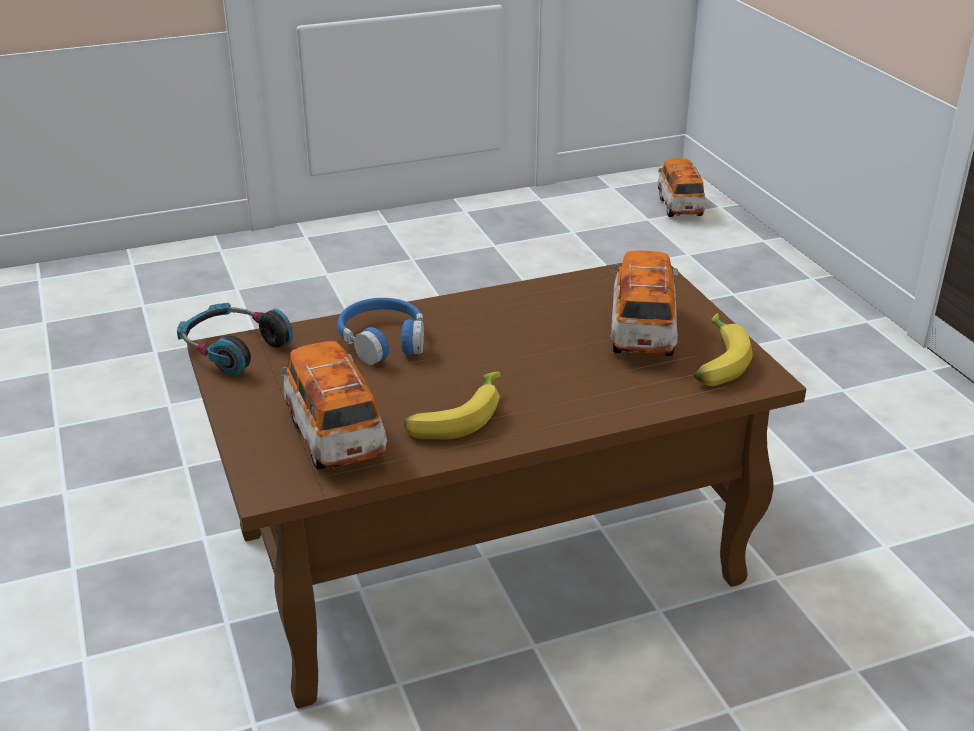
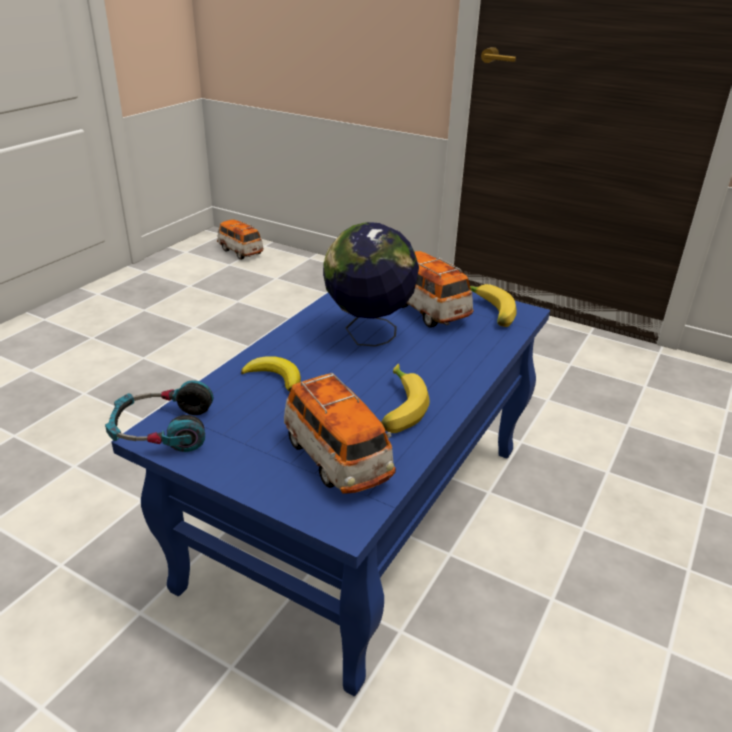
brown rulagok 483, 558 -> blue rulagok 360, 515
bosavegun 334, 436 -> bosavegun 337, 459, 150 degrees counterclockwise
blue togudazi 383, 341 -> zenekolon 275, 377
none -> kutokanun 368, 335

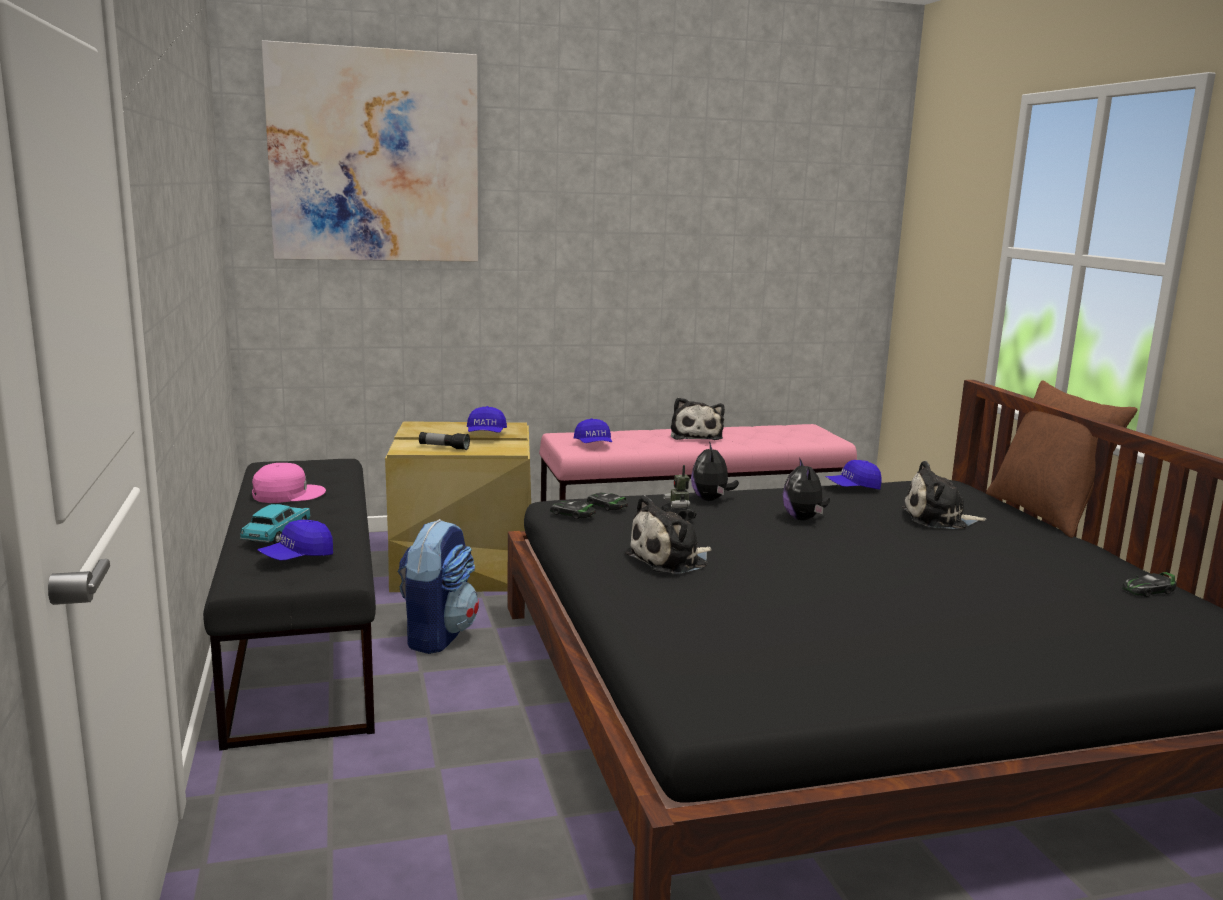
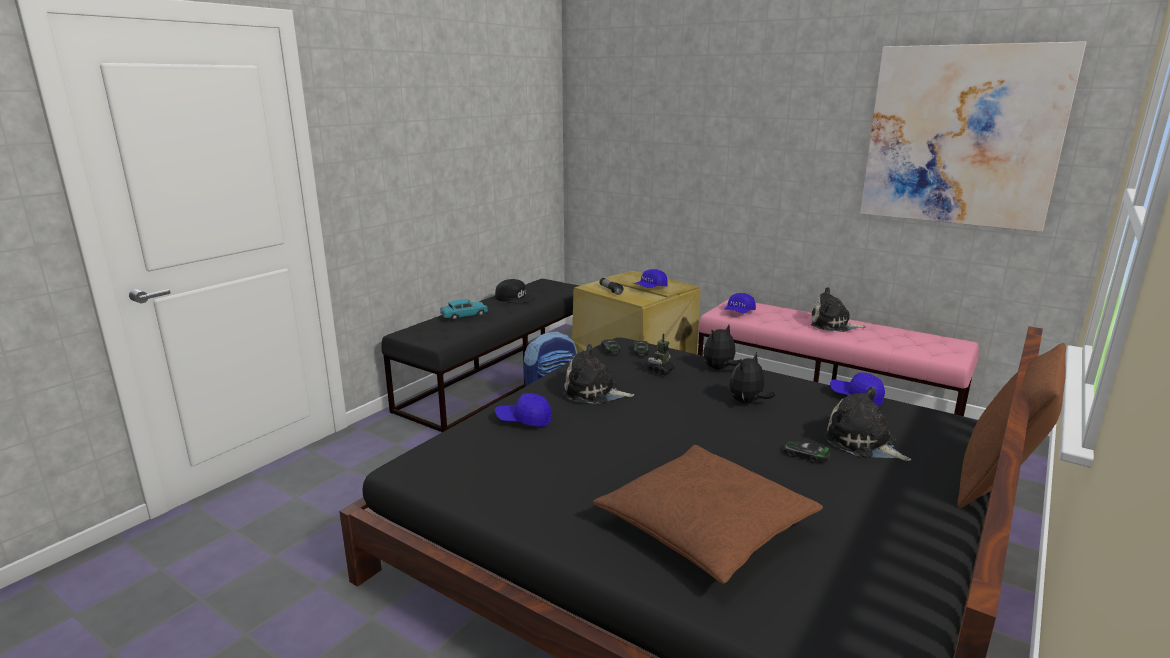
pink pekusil 287, 494 -> black pekusil 515, 297
blue pekusil 297, 558 -> blue pekusil 524, 420, shifted
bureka 375, 156 -> bureka 961, 136, shifted
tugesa 696, 436 -> tugesa 832, 325, 60 degrees clockwise
bosavegun 1148, 590 -> bosavegun 805, 455, shifted
none -> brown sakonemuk 705, 526

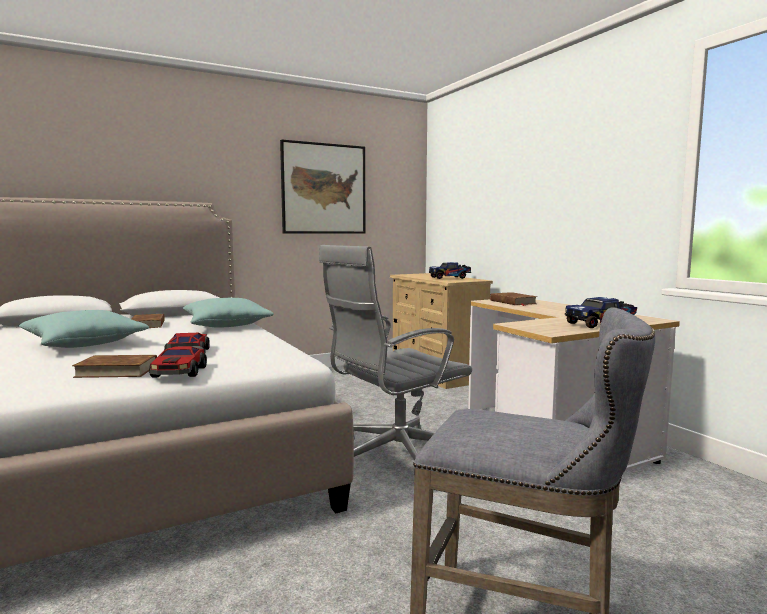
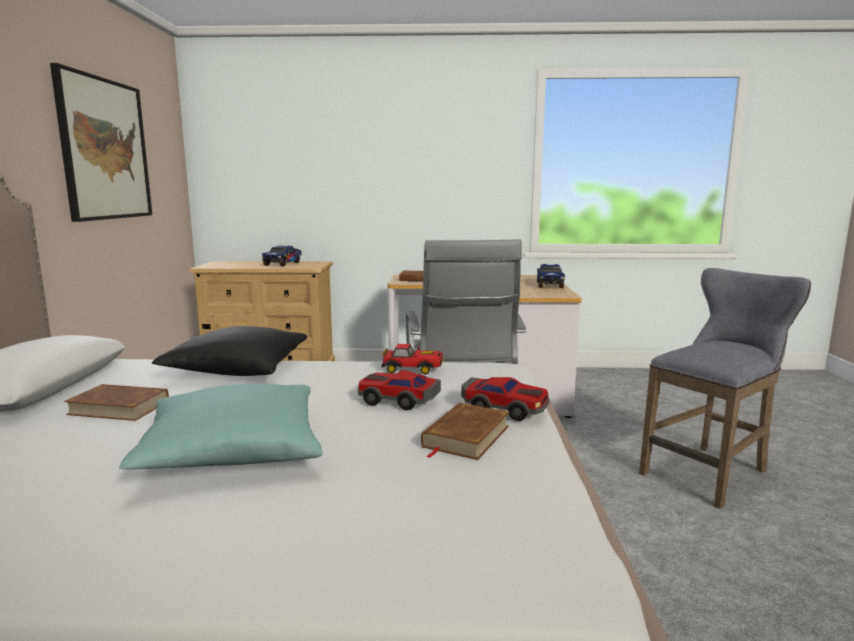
turquoise sakonemuk 227, 325 -> black sakonemuk 238, 370
none -> bosavegun 413, 369

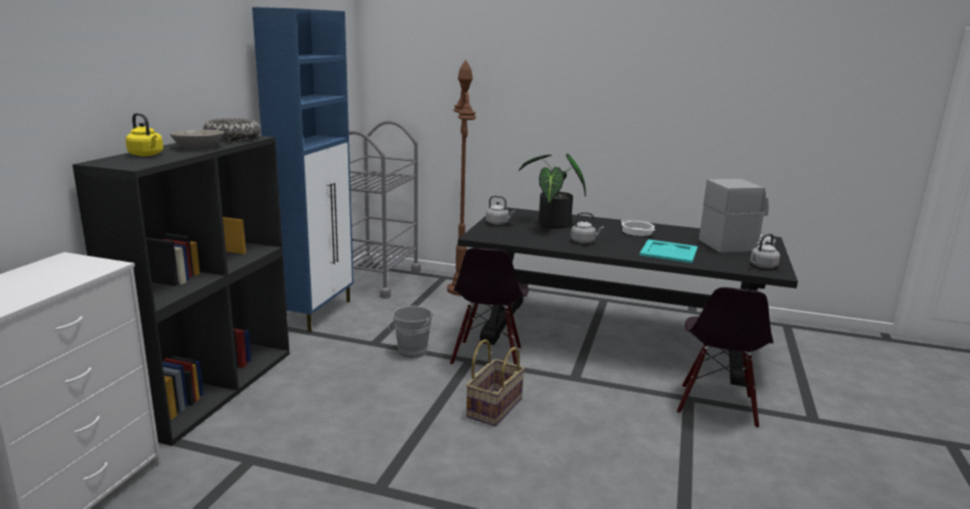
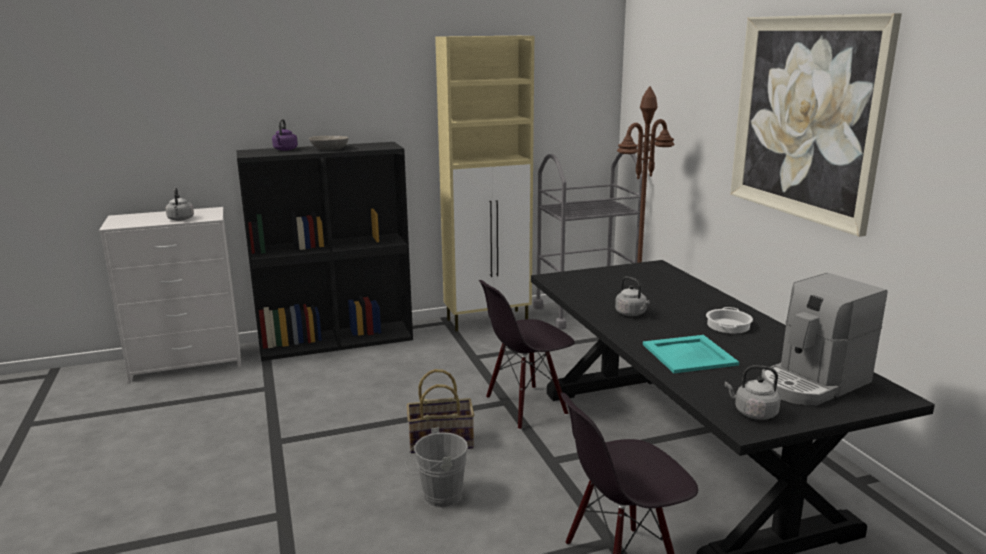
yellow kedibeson 147, 155 -> purple kedibeson 285, 150
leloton 232, 138 -> none
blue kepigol 317, 313 -> beige kepigol 488, 320
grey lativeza 411, 353 -> grey lativeza 438, 496, shifted
grey kedibeson 498, 223 -> grey kedibeson 180, 219, shifted
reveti 551, 225 -> none
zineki 737, 245 -> zineki 813, 383, 105 degrees clockwise
none -> bureka 806, 118

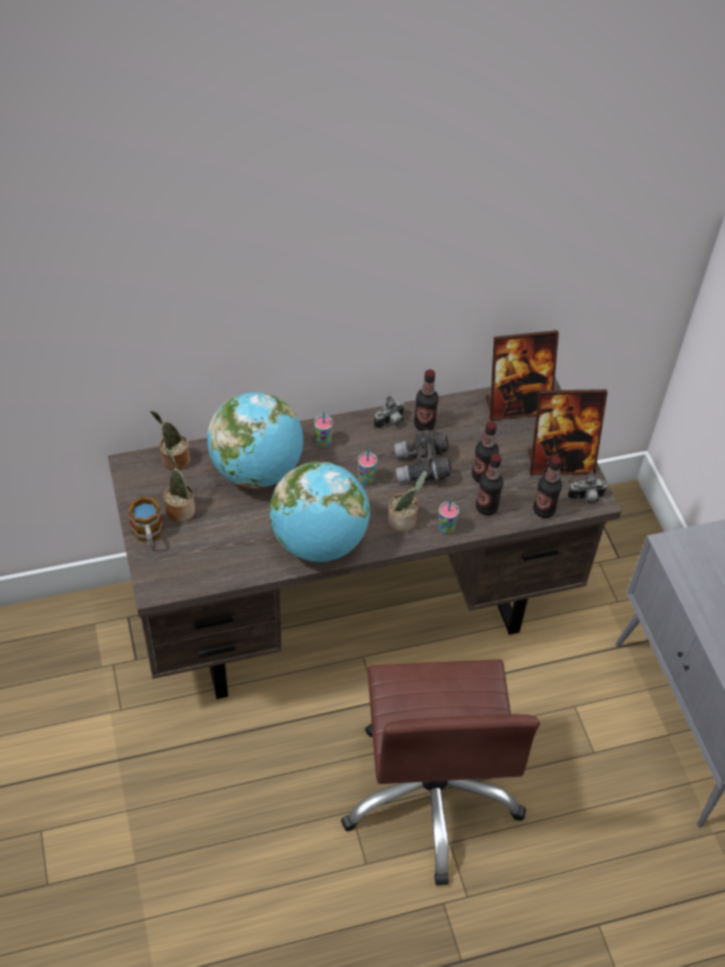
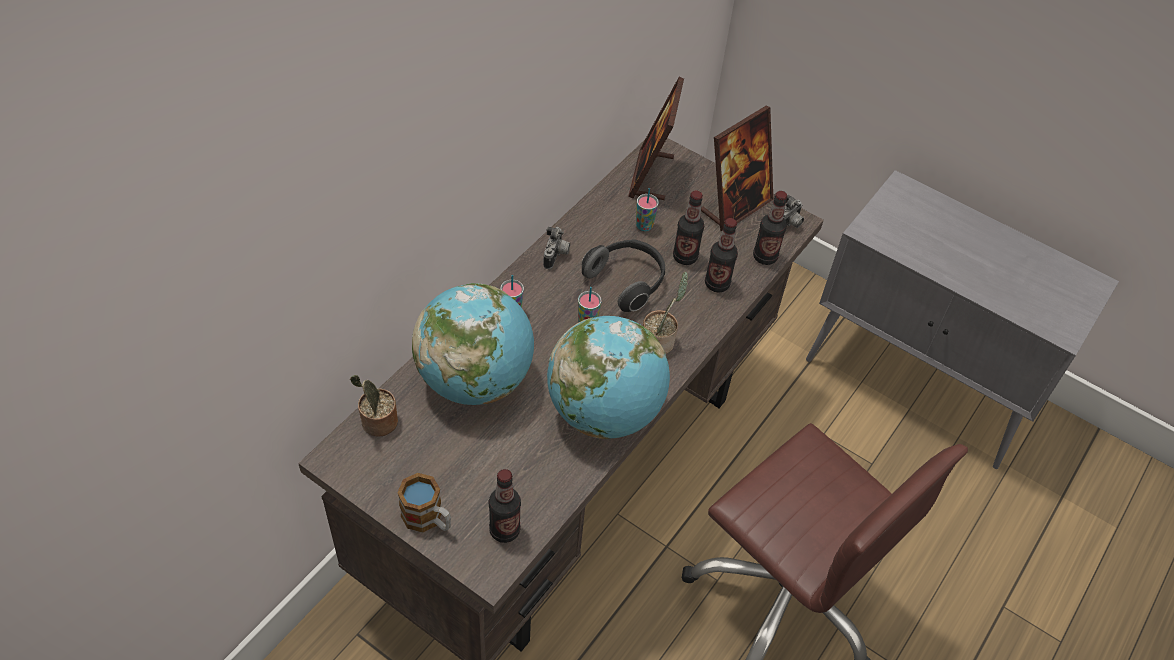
reveti 179, 509 -> none
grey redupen 422, 468 -> togudazi 626, 282
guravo 424, 424 -> guravo 504, 530, shifted
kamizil 446, 529 -> kamizil 644, 226, shifted
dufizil 517, 406 -> dufizil 651, 176, 150 degrees clockwise

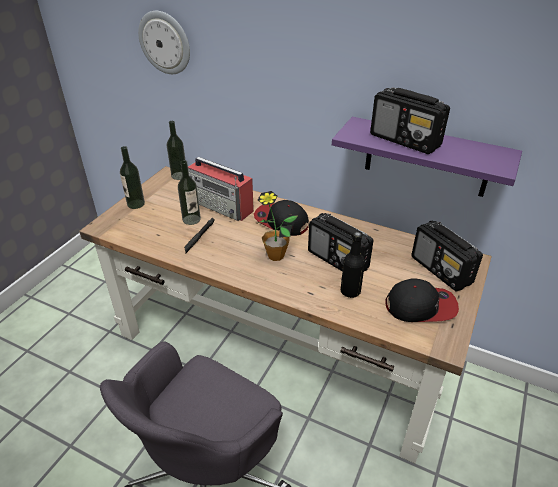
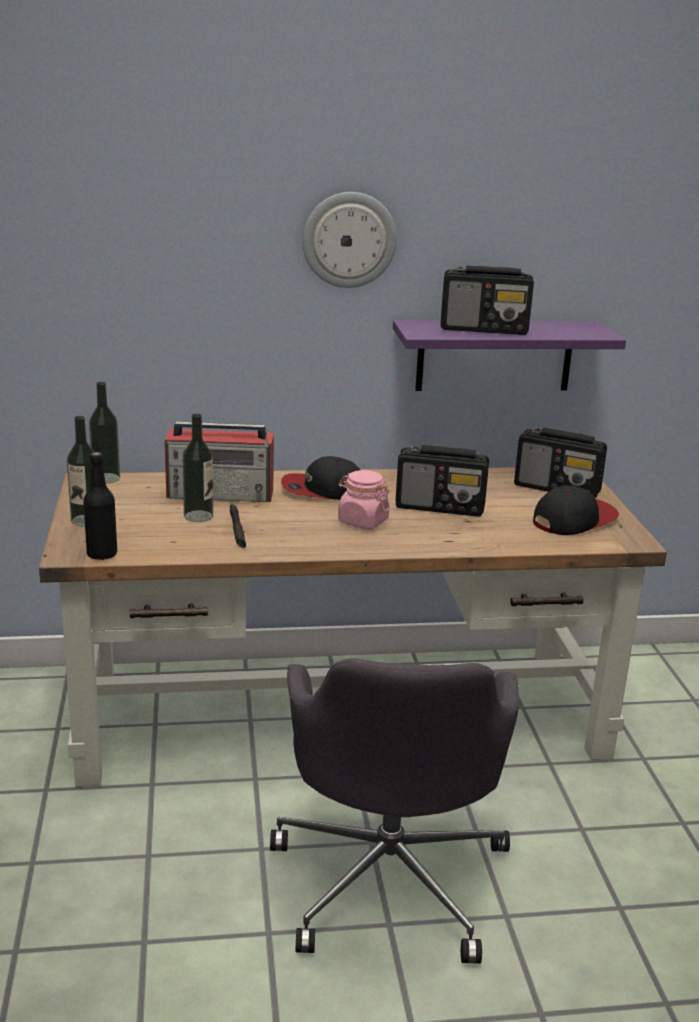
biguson 165, 42 -> biguson 349, 240, shifted
reveti 275, 255 -> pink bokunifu 362, 521
black guravo 350, 291 -> black guravo 102, 554, shifted

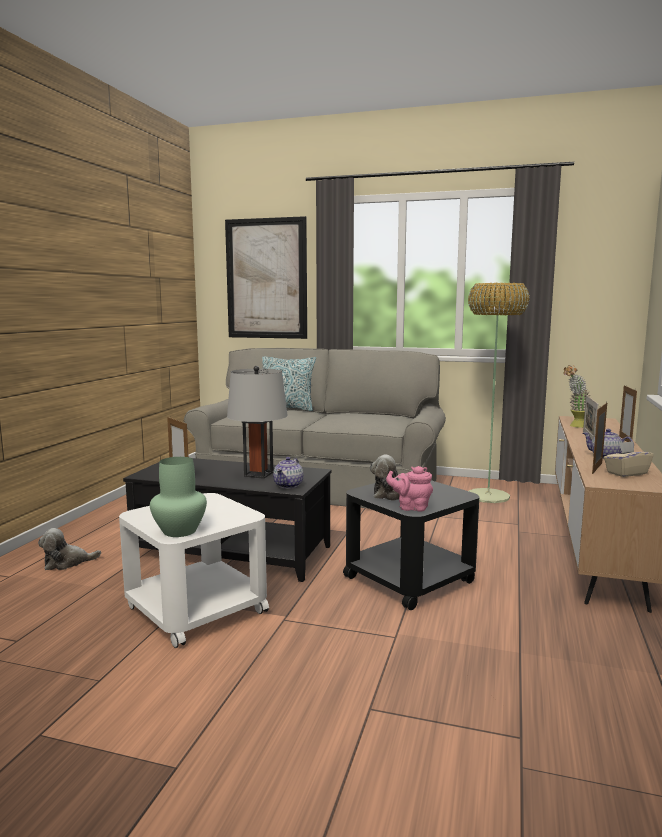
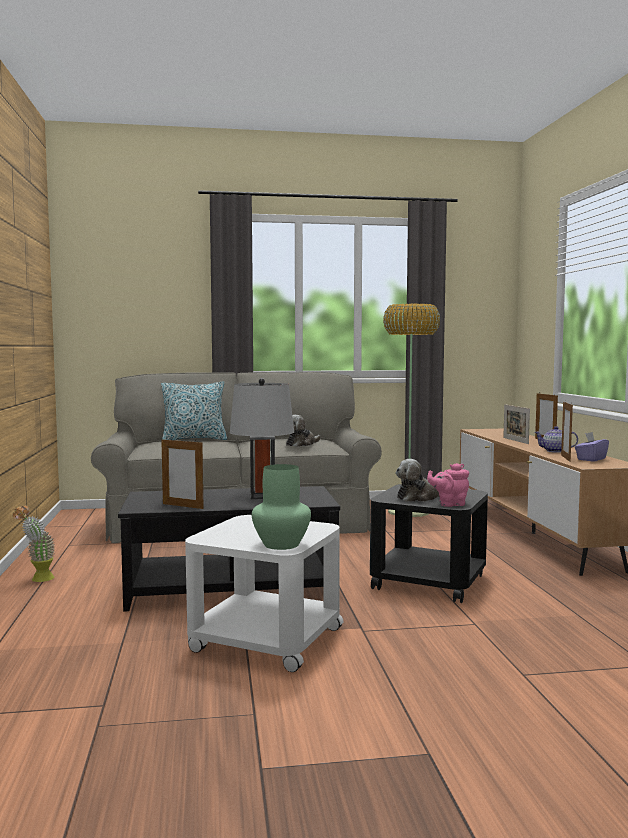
tugesa 67, 563 -> tugesa 301, 444, shifted
bureka 266, 279 -> none
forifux 289, 485 -> none
reveti 574, 426 -> reveti 37, 580, shifted
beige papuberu 626, 473 -> purple papuberu 591, 459

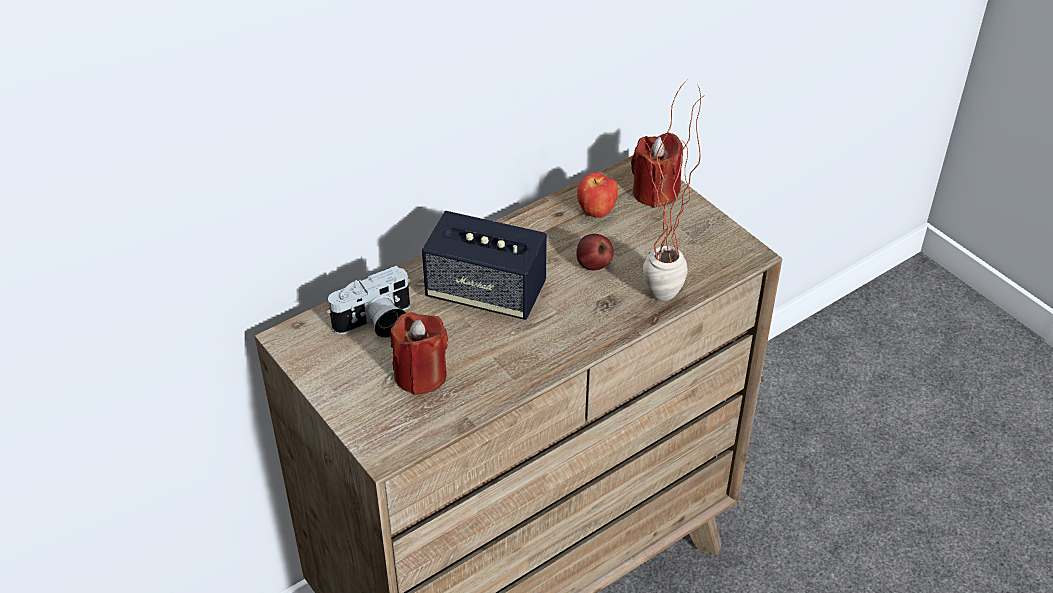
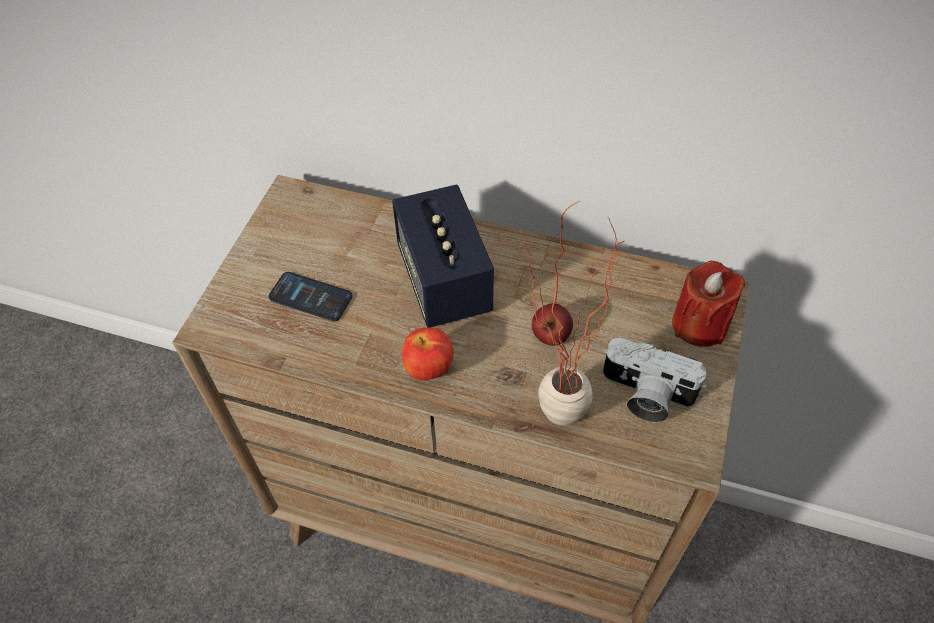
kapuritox 376, 323 -> kapuritox 644, 395, shifted
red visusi 420, 375 -> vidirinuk 311, 297
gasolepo 596, 213 -> gasolepo 429, 370, shifted

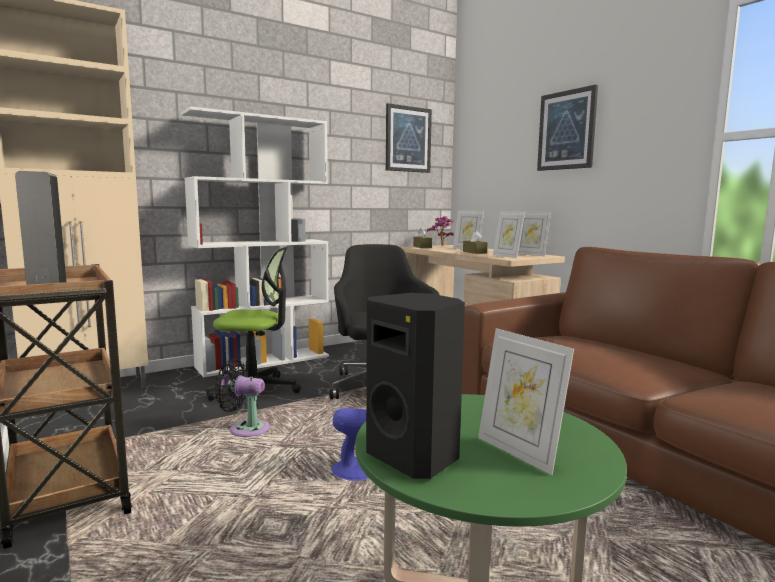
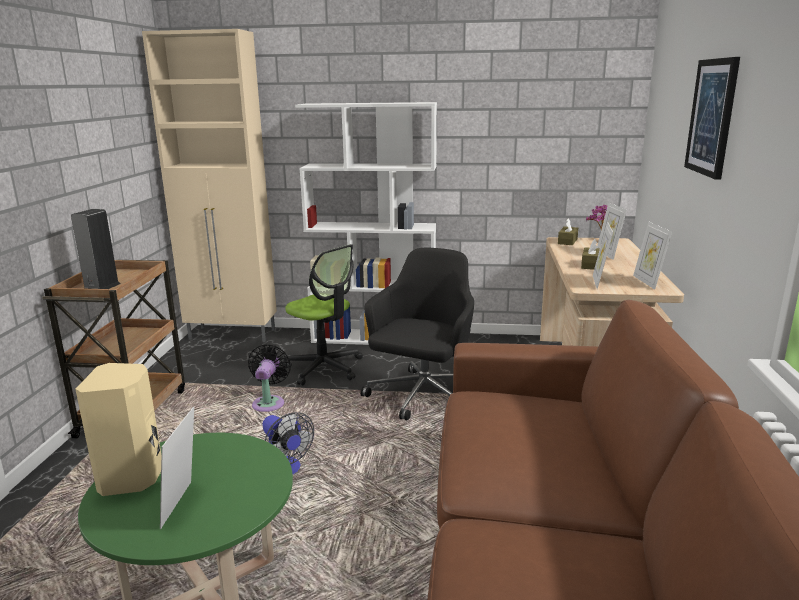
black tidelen 245, 429 -> black tidelen 269, 403, 45 degrees clockwise
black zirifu 415, 457 -> beige zirifu 133, 478
bureka 408, 139 -> none

